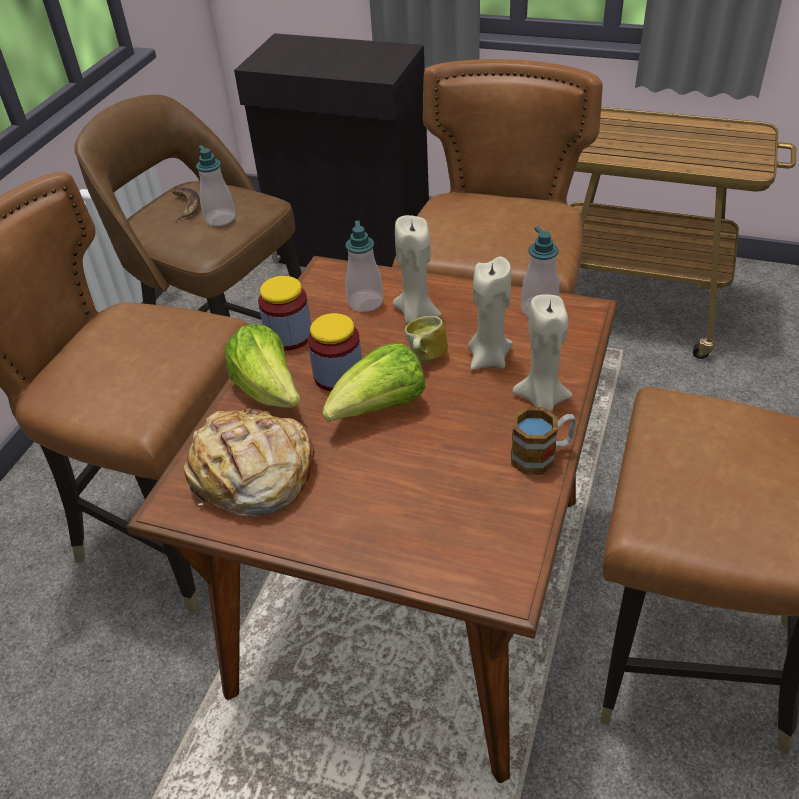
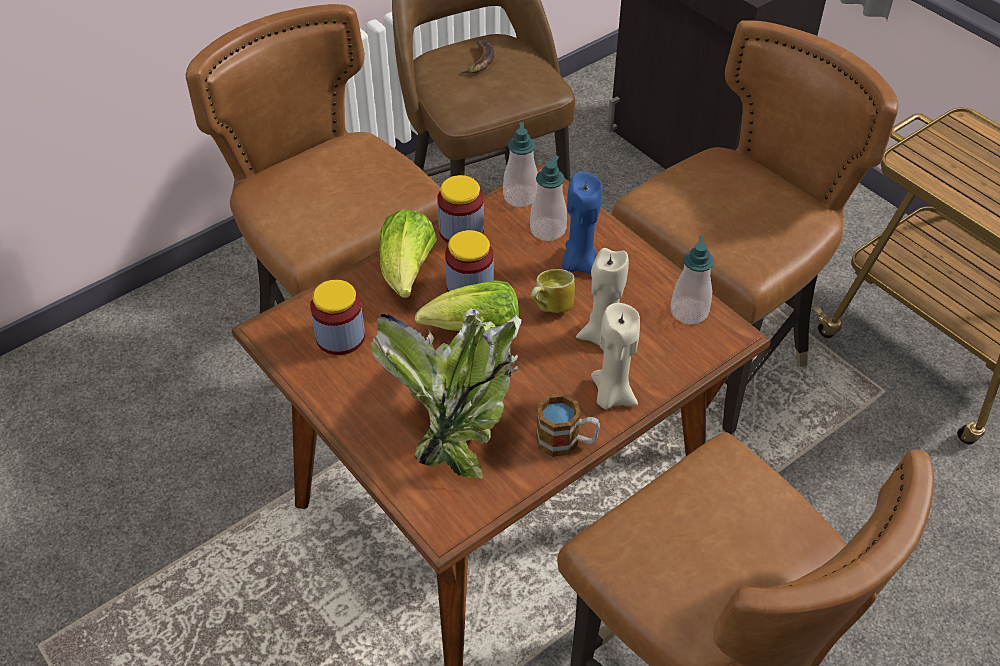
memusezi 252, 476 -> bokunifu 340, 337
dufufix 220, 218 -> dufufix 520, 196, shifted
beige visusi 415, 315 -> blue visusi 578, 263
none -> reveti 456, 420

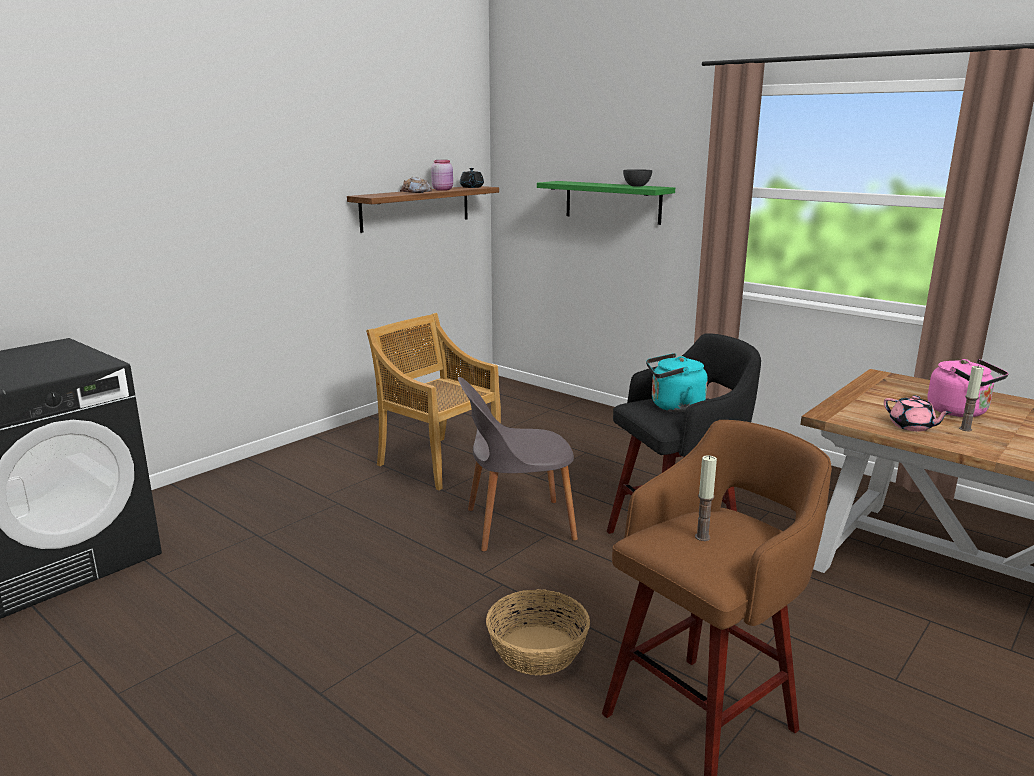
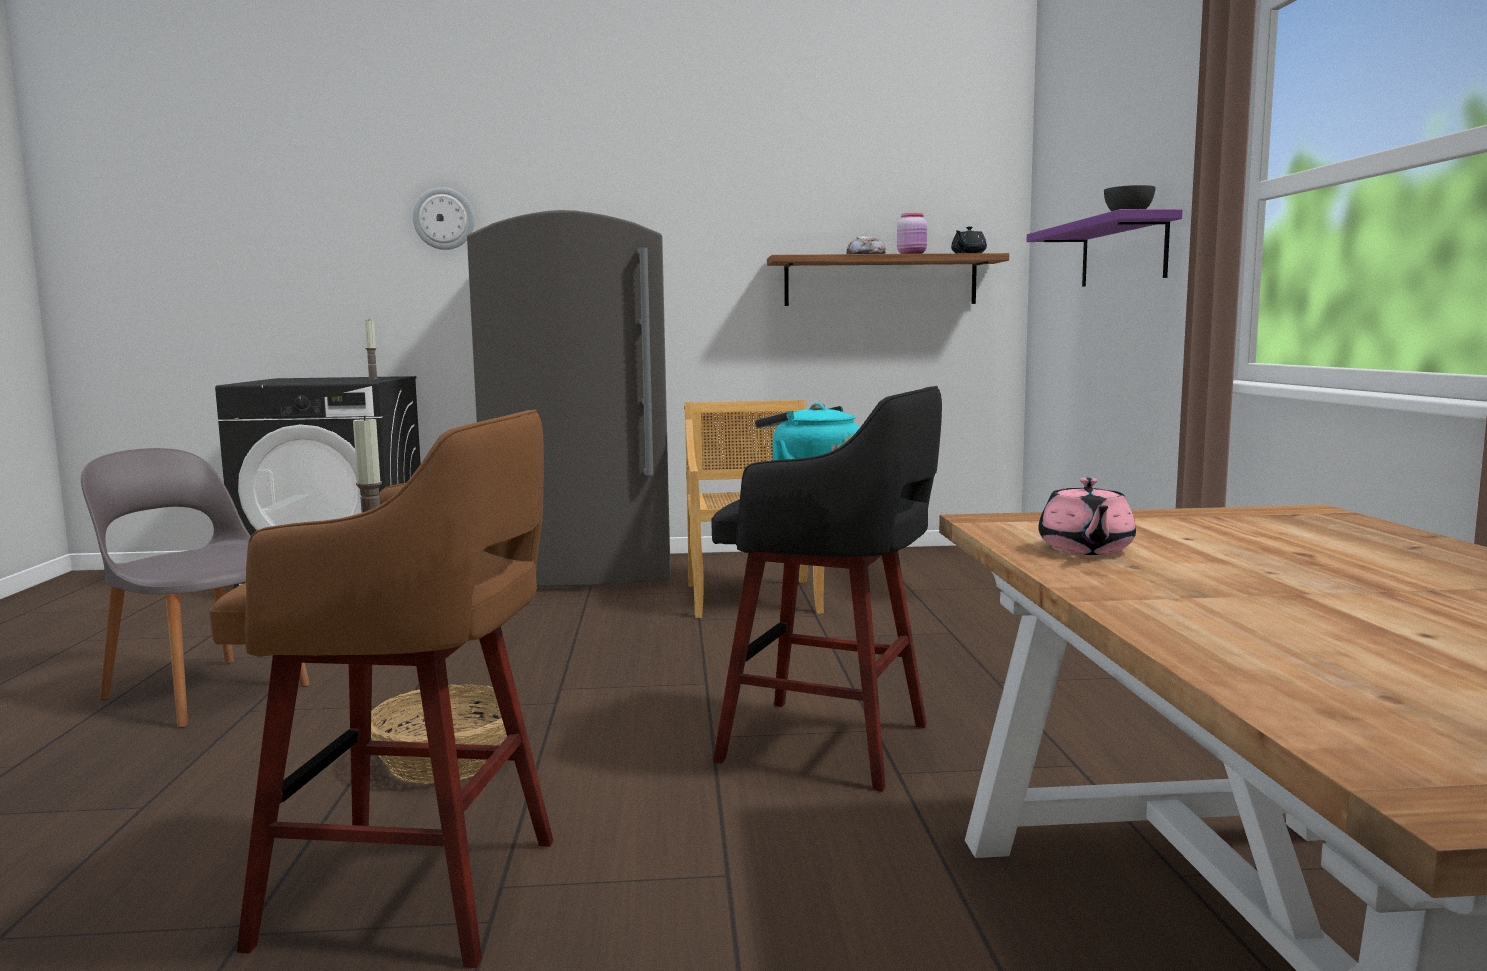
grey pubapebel 516, 525 -> grey pubapebel 204, 690, shifted
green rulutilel 612, 202 -> purple rulutilel 1123, 252
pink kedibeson 961, 412 -> none
visusi 965, 429 -> visusi 373, 379, shifted
none -> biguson 444, 218
none -> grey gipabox 584, 571

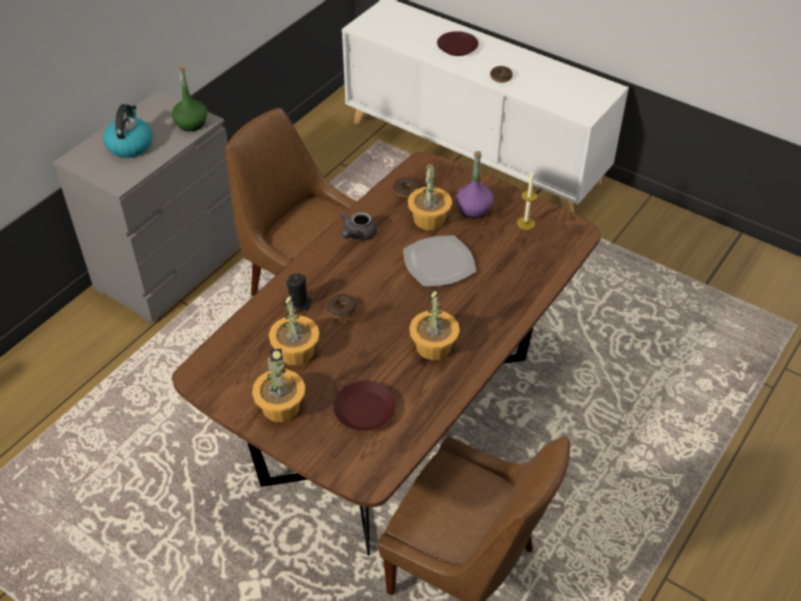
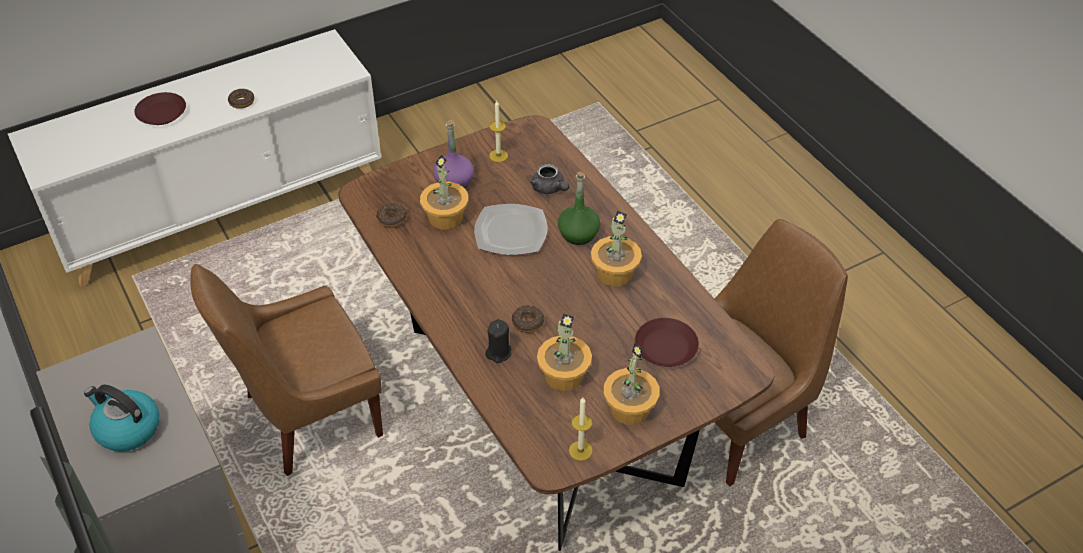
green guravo 191, 123 -> green guravo 578, 234, shifted
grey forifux 357, 235 -> grey forifux 550, 189, shifted
none -> visusi 580, 450

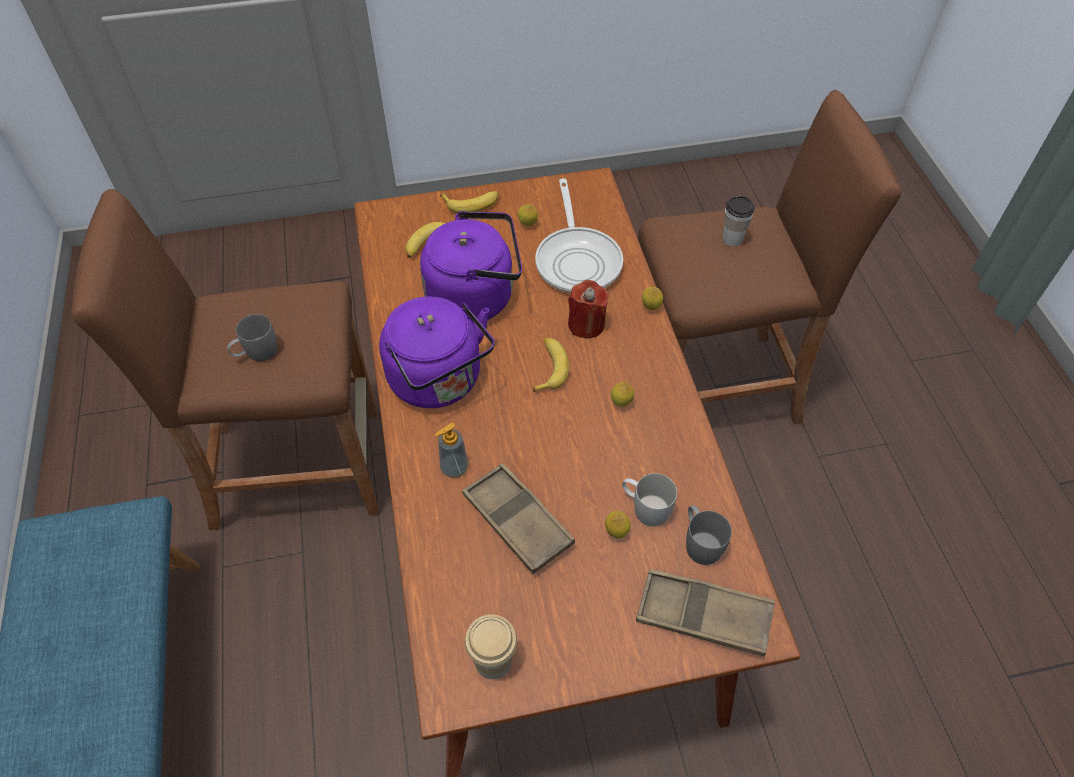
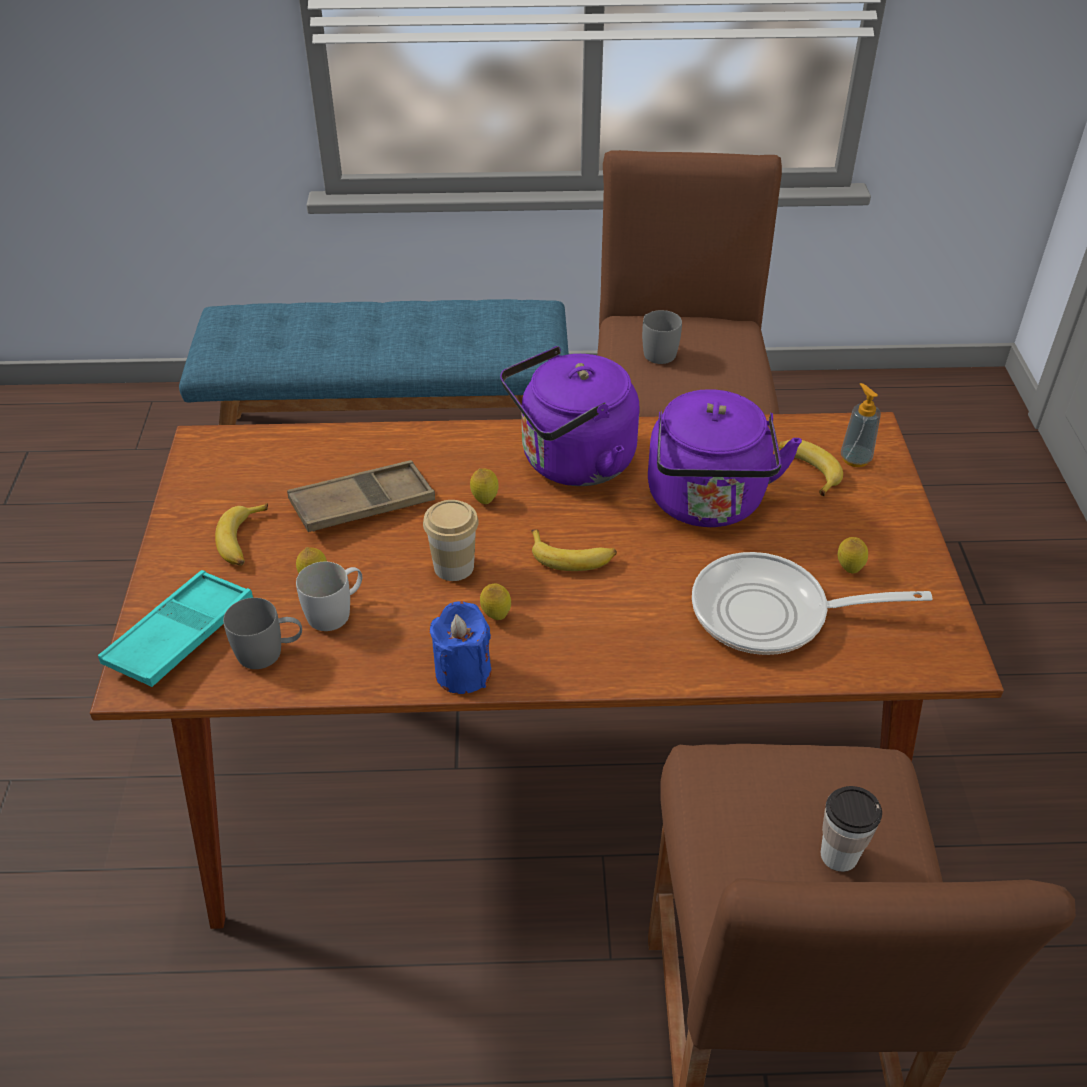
dufufix 454, 468 -> dufufix 855, 459, shifted
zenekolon 472, 203 -> zenekolon 243, 541, shifted
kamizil 493, 660 -> kamizil 454, 566, shifted
red visusi 586, 324 -> none
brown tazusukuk 703, 616 -> turquoise tazusukuk 181, 635
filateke 650, 308 -> filateke 485, 500, shifted
none -> blue visusi 463, 672

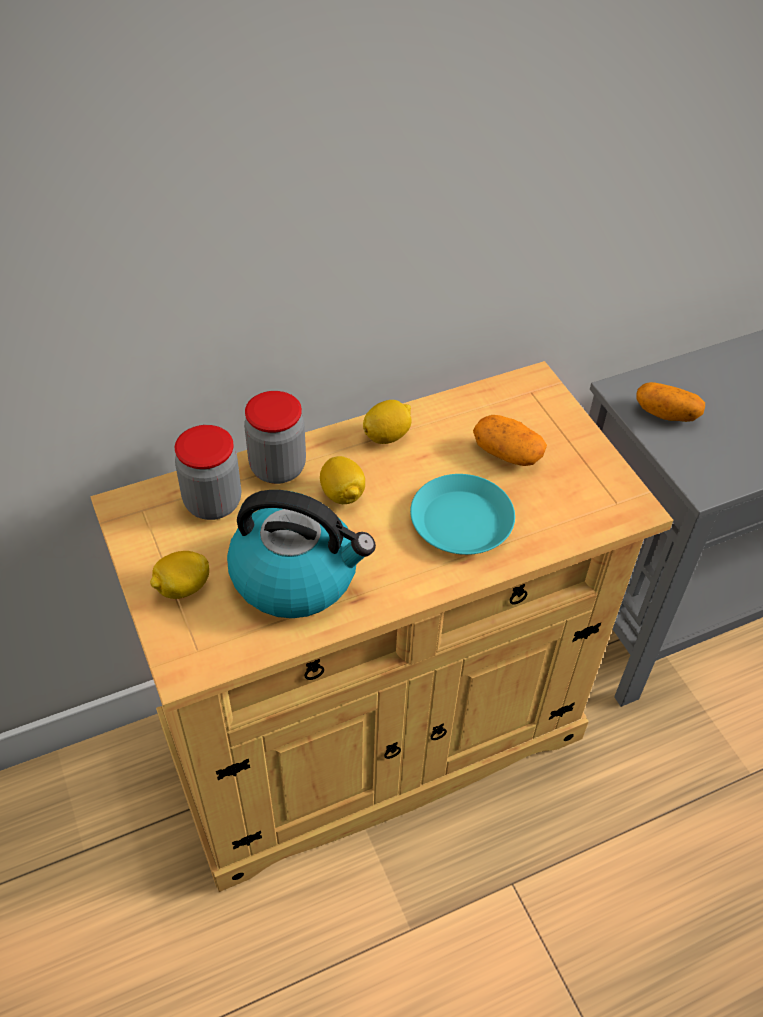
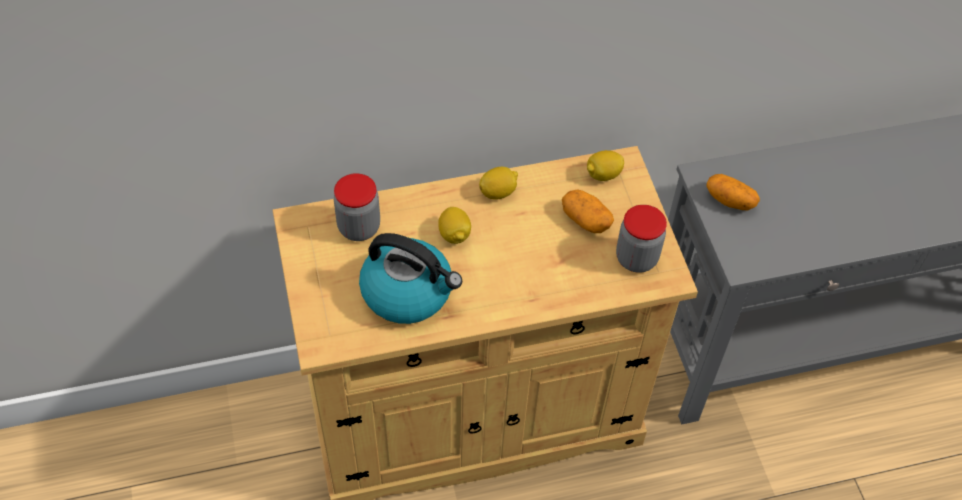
filateke 182, 588 -> filateke 603, 175, shifted
bokunifu 278, 468 -> bokunifu 636, 258, shifted
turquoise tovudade 461, 521 -> none

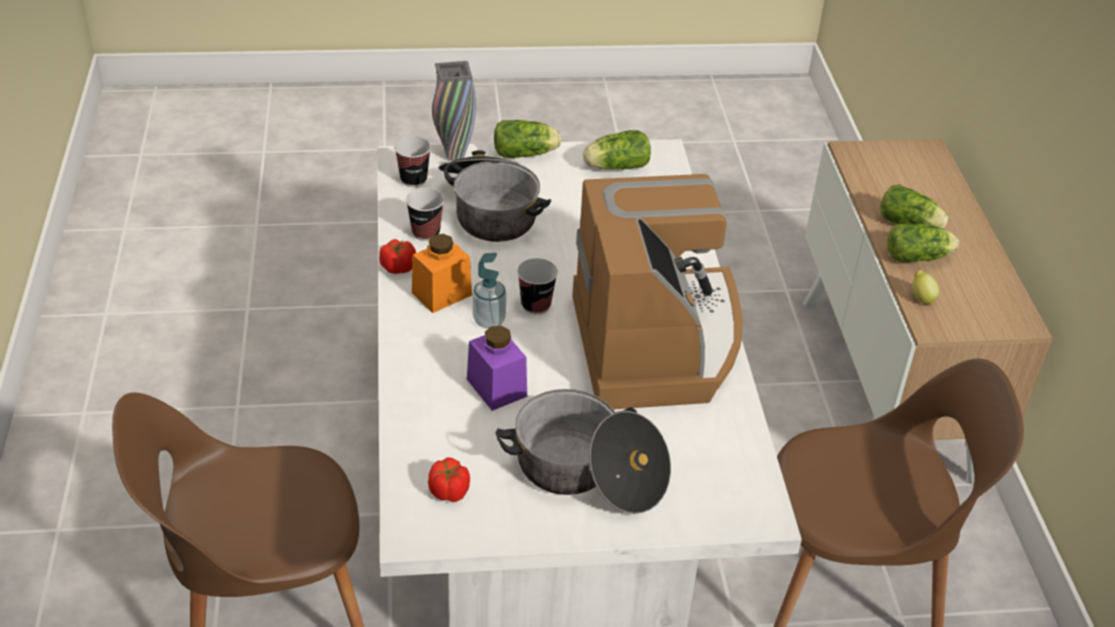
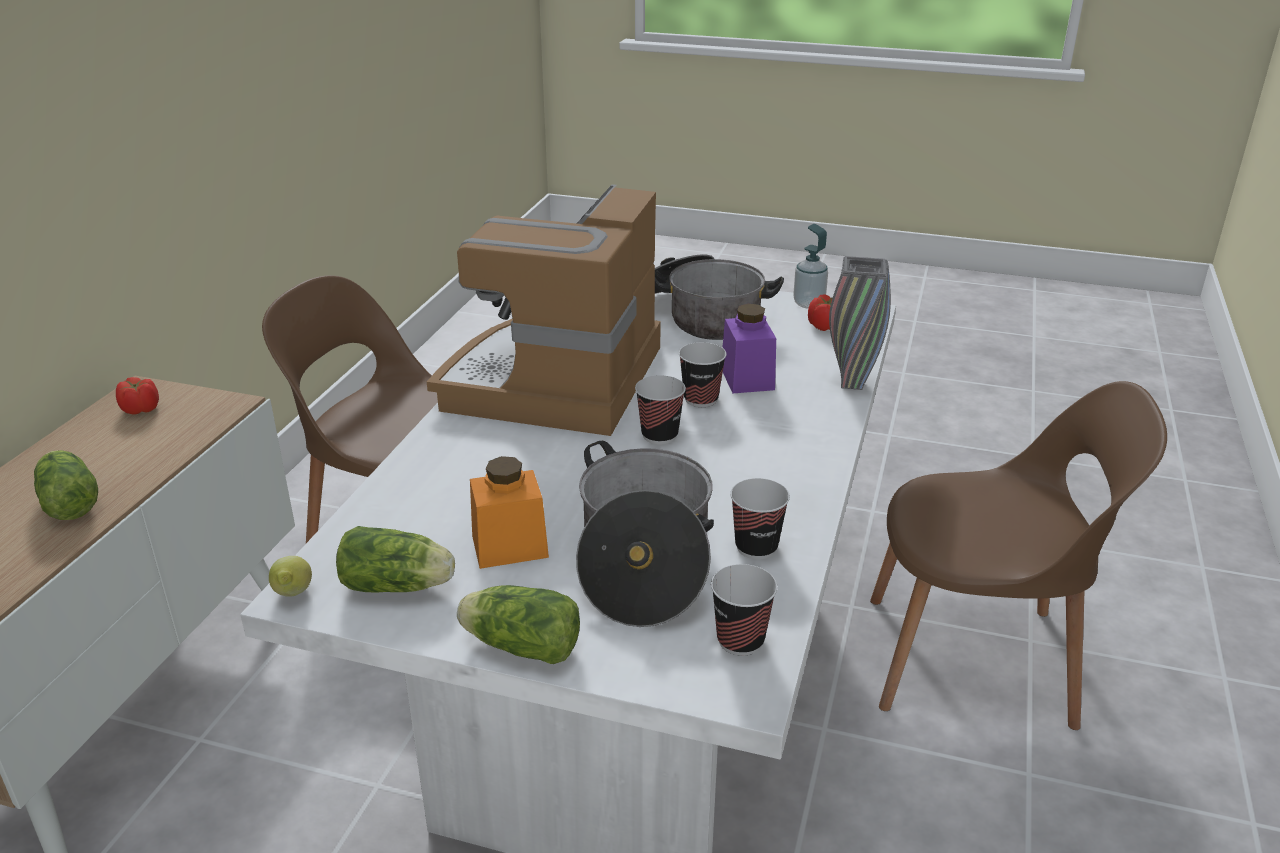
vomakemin 398, 267 -> vomakemin 141, 409, shifted
orange bokunifu 441, 294 -> orange bokunifu 510, 546, shifted
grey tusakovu 454, 155 -> grey tusakovu 851, 384, shifted
dufufix 489, 321 -> dufufix 808, 303, shifted
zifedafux 919, 257 -> none
filateke 921, 298 -> filateke 293, 595, shifted
none -> kamizil 701, 399

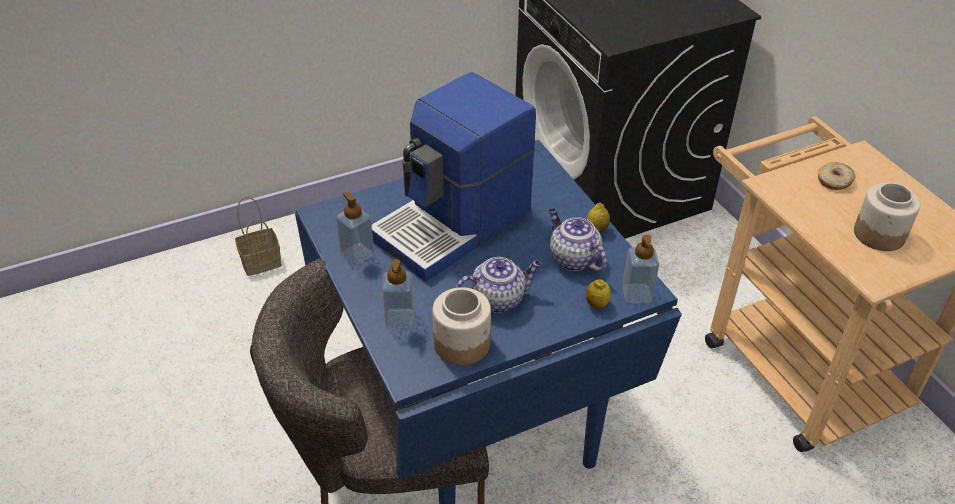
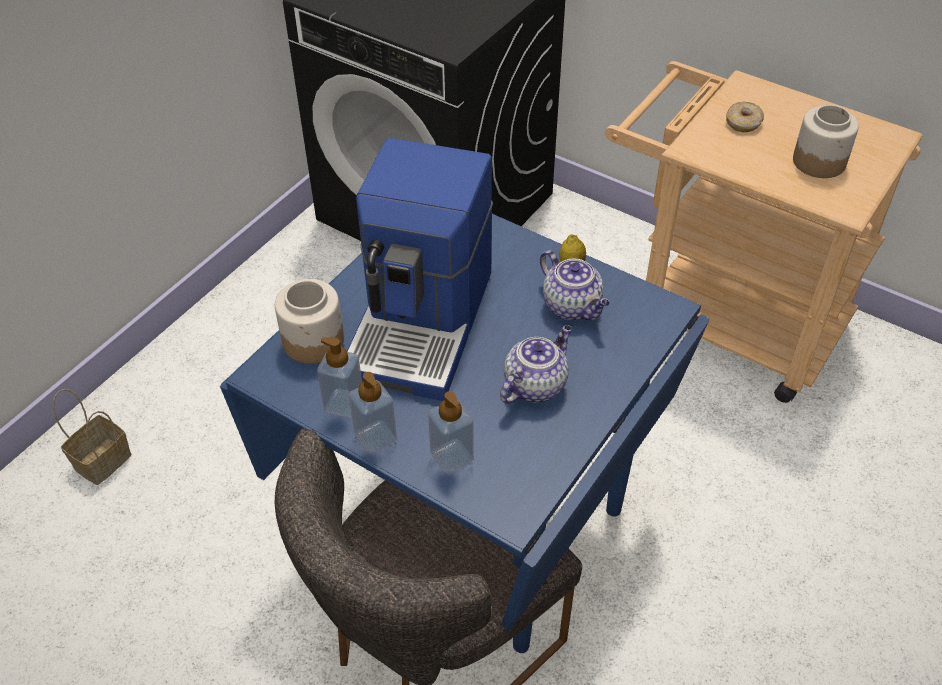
bokunifu 462, 344 -> bokunifu 314, 340, shifted
forifux 573, 258 -> forifux 573, 307, 150 degrees counterclockwise
filateke 597, 304 -> none
dufufix 637, 294 -> dufufix 375, 437, shifted

